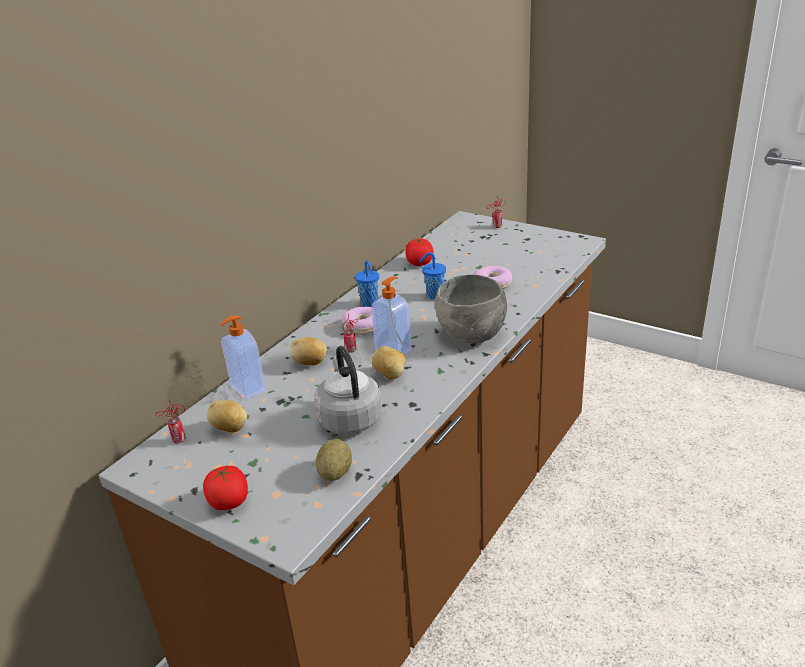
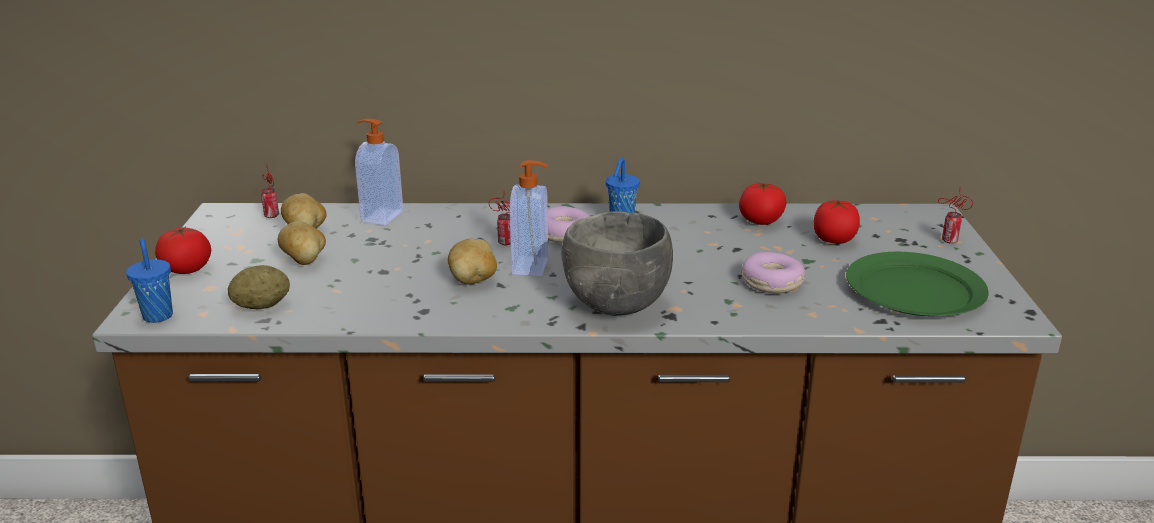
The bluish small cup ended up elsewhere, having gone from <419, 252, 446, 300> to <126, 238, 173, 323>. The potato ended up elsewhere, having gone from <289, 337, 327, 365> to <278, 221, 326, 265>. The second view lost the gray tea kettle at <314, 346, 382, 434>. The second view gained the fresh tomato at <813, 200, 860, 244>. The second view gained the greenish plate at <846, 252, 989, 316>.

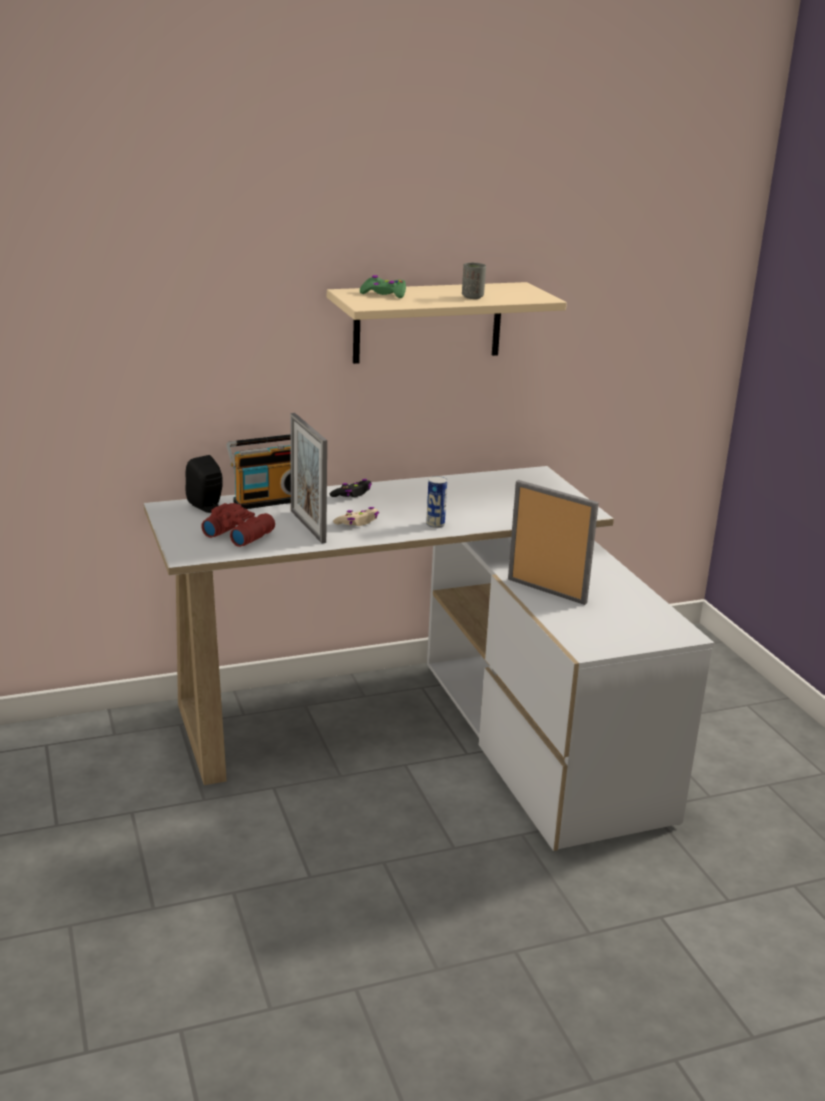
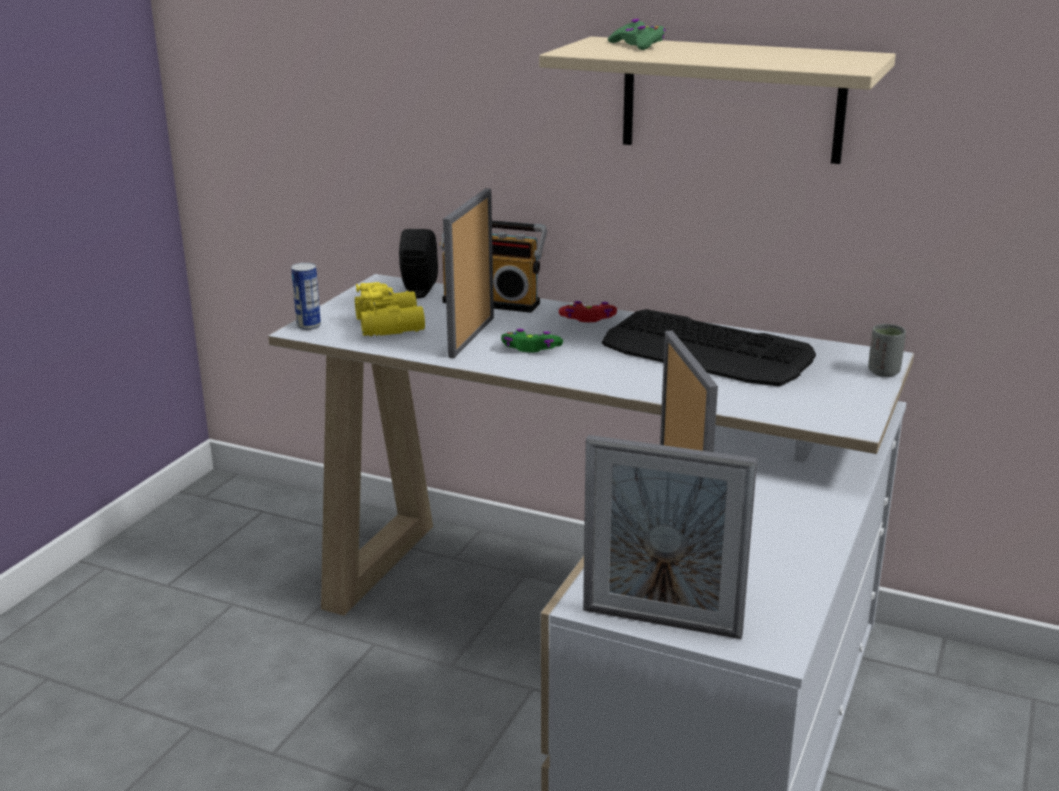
The gray small cup ended up elsewhere, having gone from <462, 263, 486, 299> to <868, 324, 906, 377>. The metal can ended up elsewhere, having gone from <426, 476, 447, 528> to <291, 263, 321, 330>. What was the blackish gamepad at <330, 479, 372, 497> turned into the reddish gamepad at <559, 301, 617, 322>. What was the reddish pair of binoculars at <201, 503, 275, 547> turned into the yellow pair of binoculars at <355, 282, 425, 336>. What was the beige-coloured gamepad at <333, 507, 379, 526> turned into the greenish gamepad at <501, 329, 563, 352>. The second view gained the PC keyboard at <602, 309, 816, 386>. The second view gained the picture frame at <583, 435, 757, 639>.

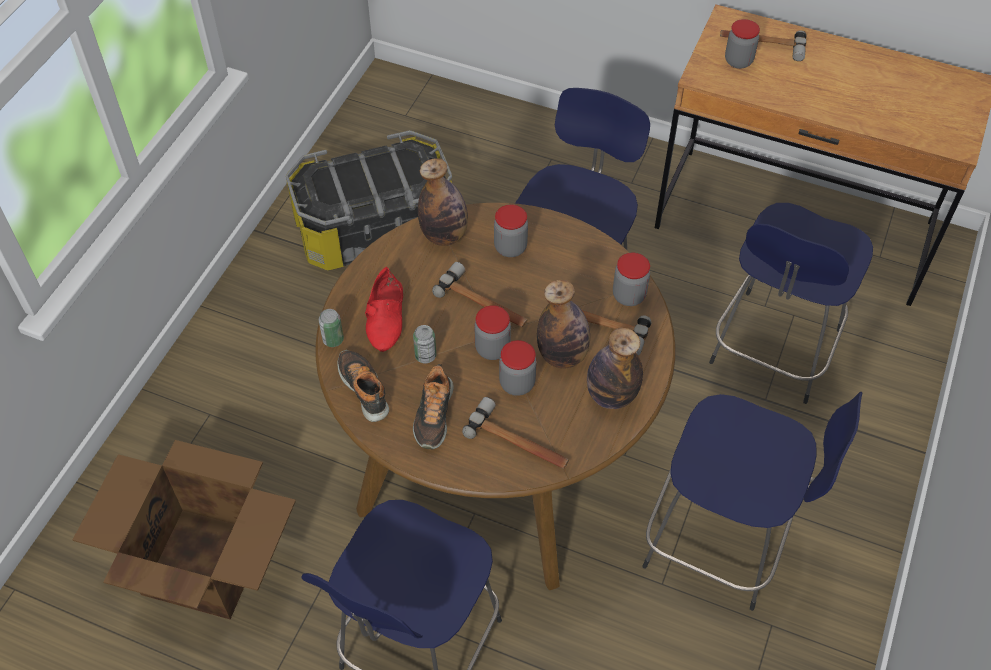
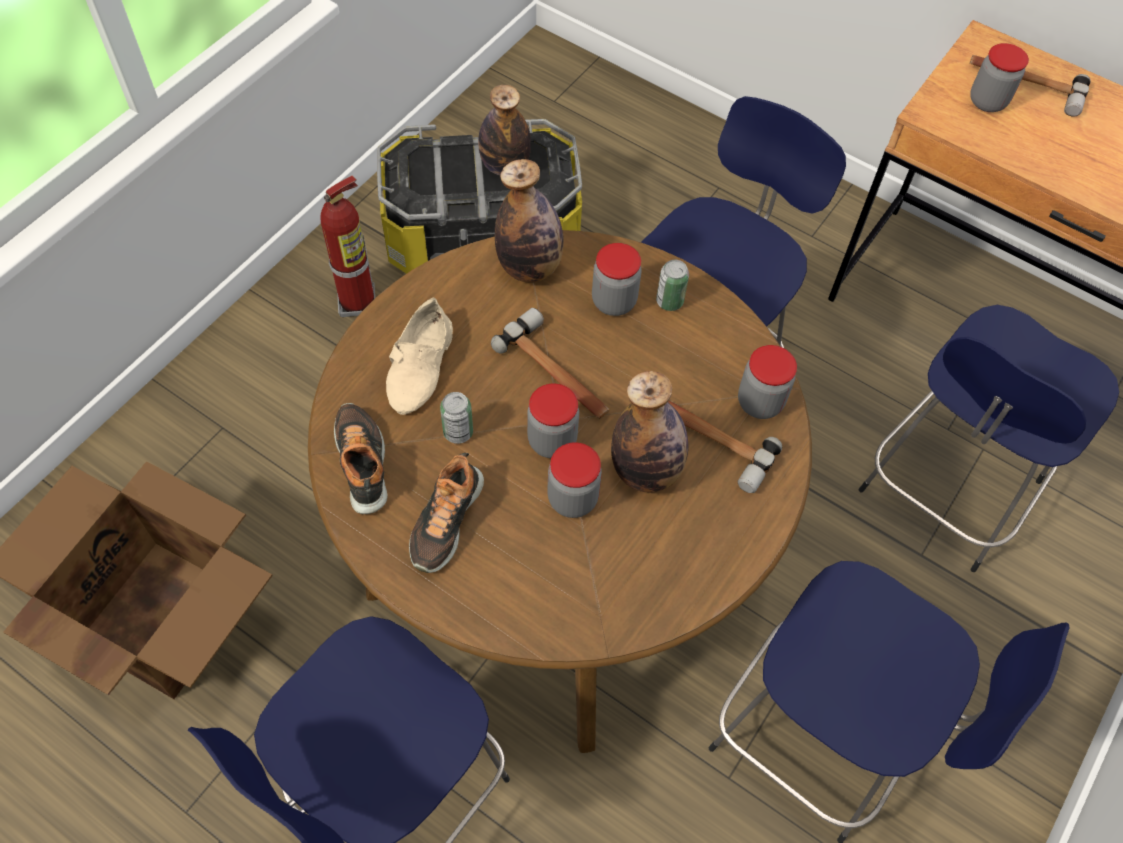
What was the reddish item of footwear at <365, 267, 403, 352> turned into the beige-coloured item of footwear at <386, 297, 453, 415>. The metal can ended up elsewhere, having gone from <319, 309, 344, 347> to <656, 260, 689, 311>. The bottle ended up elsewhere, having gone from <587, 328, 643, 409> to <478, 85, 531, 175>. The second view lost the hammer at <462, 397, 569, 469>. The second view gained the fire-fighting cylinder at <321, 176, 375, 317>.

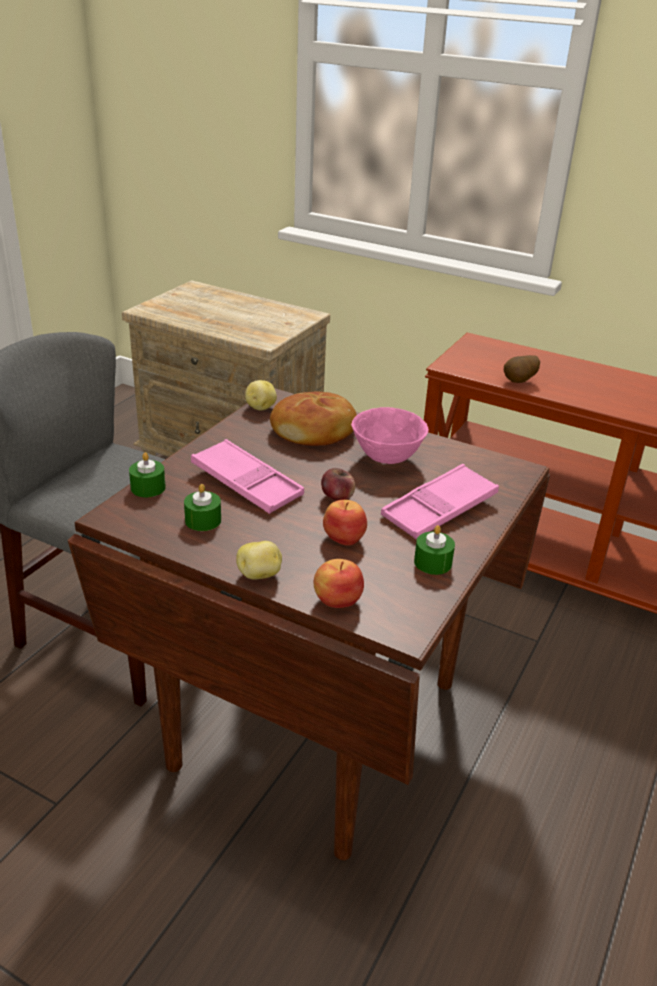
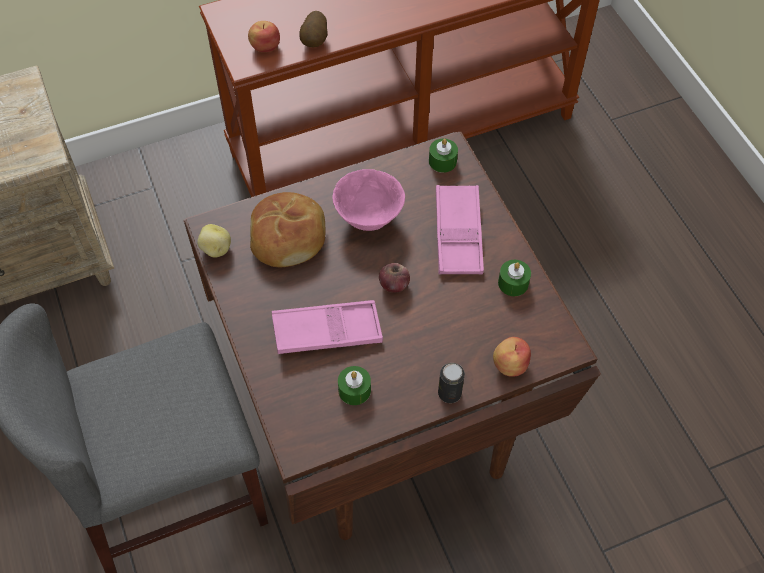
The greenish candle ended up elsewhere, having gone from <129, 452, 166, 497> to <429, 139, 458, 173>. The apple fruit ended up elsewhere, having gone from <323, 500, 367, 546> to <248, 21, 280, 52>. Where the potato stood at <236, 541, 282, 580>, the metal can came to stand at <438, 363, 465, 403>.

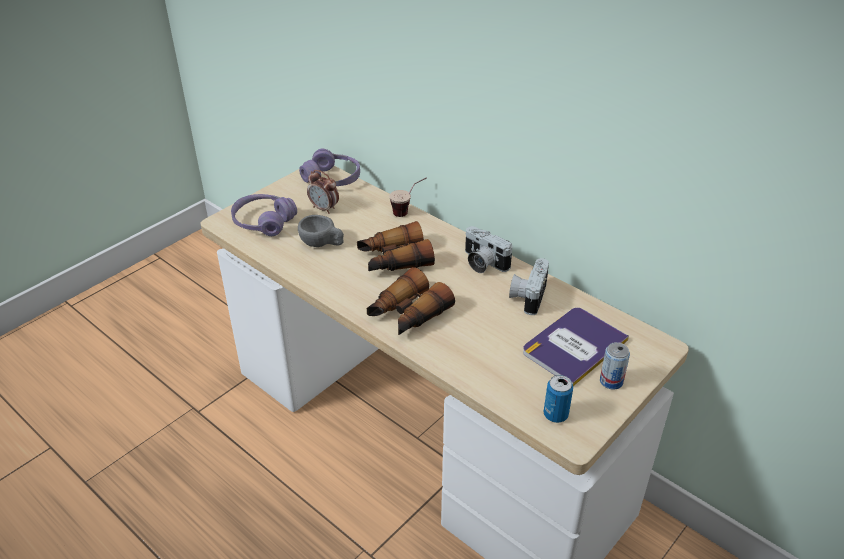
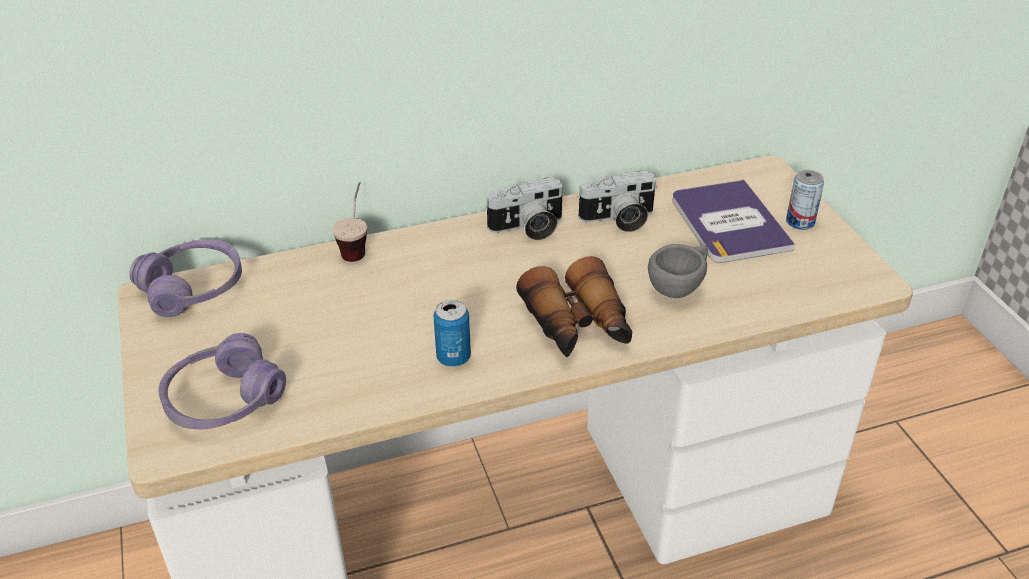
The second view lost the alarm clock at <307, 170, 339, 214>. The gray small cup ended up elsewhere, having gone from <298, 215, 344, 247> to <648, 244, 708, 298>. The second view lost the pair of binoculars at <357, 221, 435, 271>. The photo camera at <509, 258, 549, 315> ended up facing another way, 60 degrees counterclockwise from before. The metal can ended up elsewhere, having gone from <543, 375, 573, 423> to <433, 300, 471, 367>.

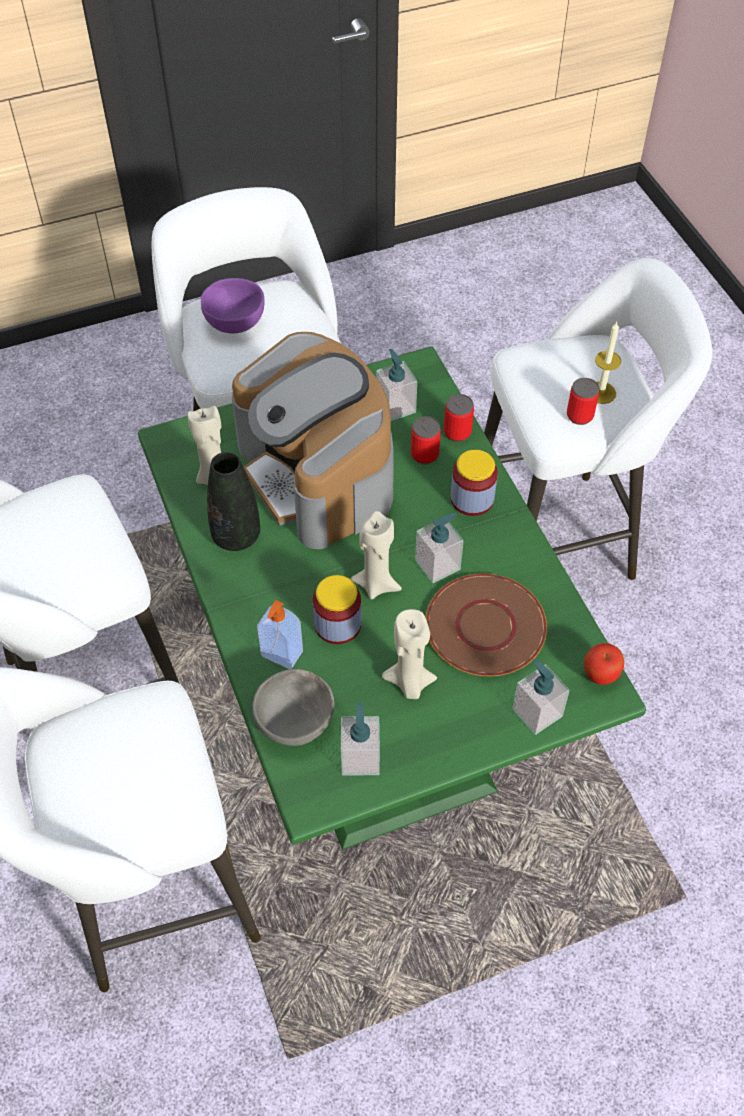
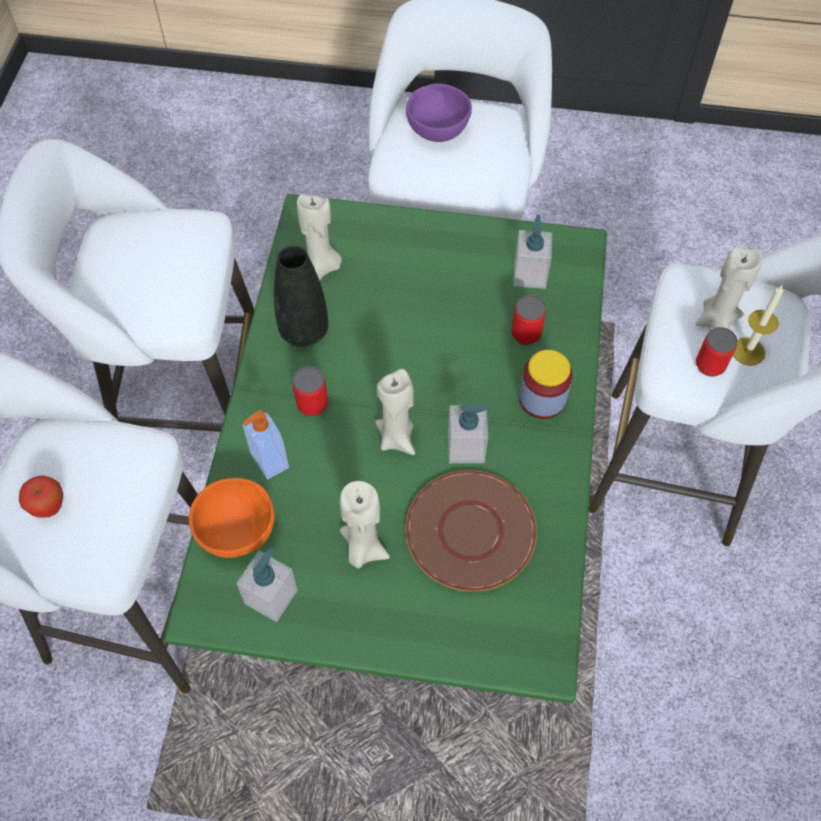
The second view lost the coffee brewer at <232, 332, 393, 549>. The metal can ended up elsewhere, having gone from <444, 394, 474, 442> to <293, 366, 328, 416>. The second view lost the jar at <313, 575, 361, 644>. The apple fruit ended up elsewhere, having gone from <584, 643, 624, 685> to <19, 475, 63, 518>. The second view lost the soap bottle at <512, 658, 570, 735>. What was the gray serving bowl at <252, 669, 334, 746> turned into the orangey serving bowl at <189, 478, 275, 558>. The second view gained the beige-coloured candle at <696, 246, 763, 329>.

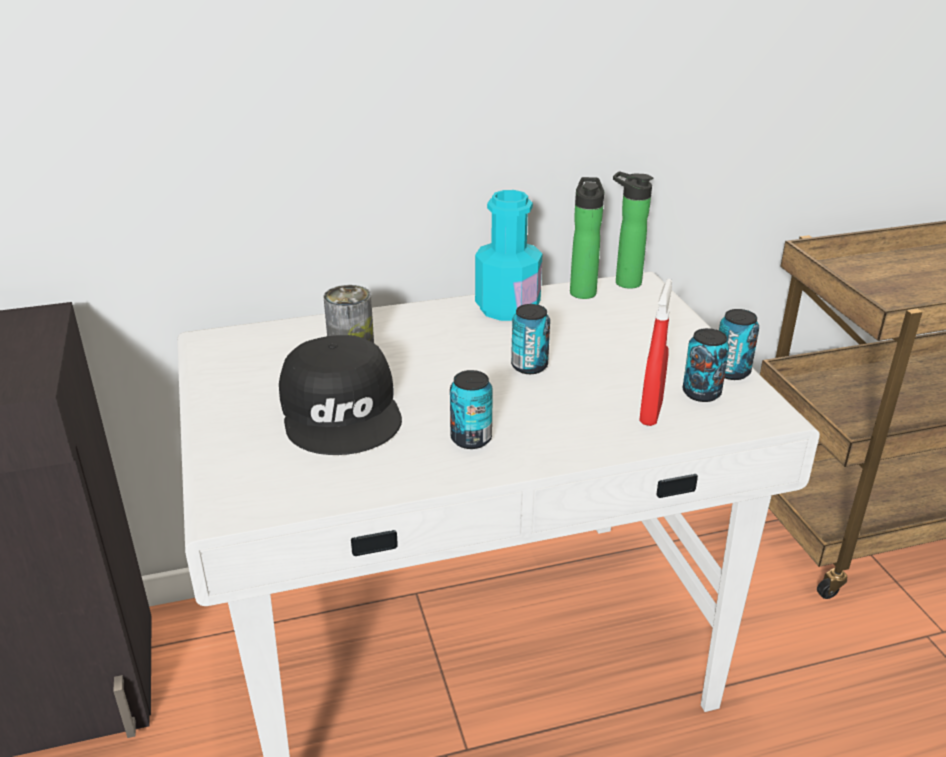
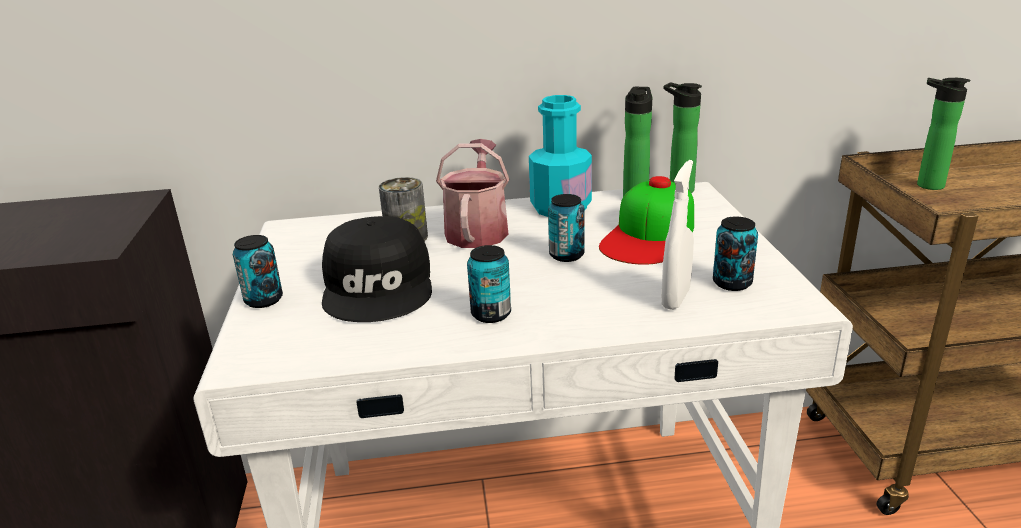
What was the reddish sprayer at <639, 279, 672, 426> turned into the white sprayer at <661, 160, 694, 310>. The metal can ended up elsewhere, having gone from <719, 309, 759, 380> to <233, 235, 283, 308>. The second view gained the bottle at <917, 78, 970, 190>. The second view gained the watering can at <436, 139, 509, 248>. The second view gained the baseball cap at <599, 176, 694, 265>.

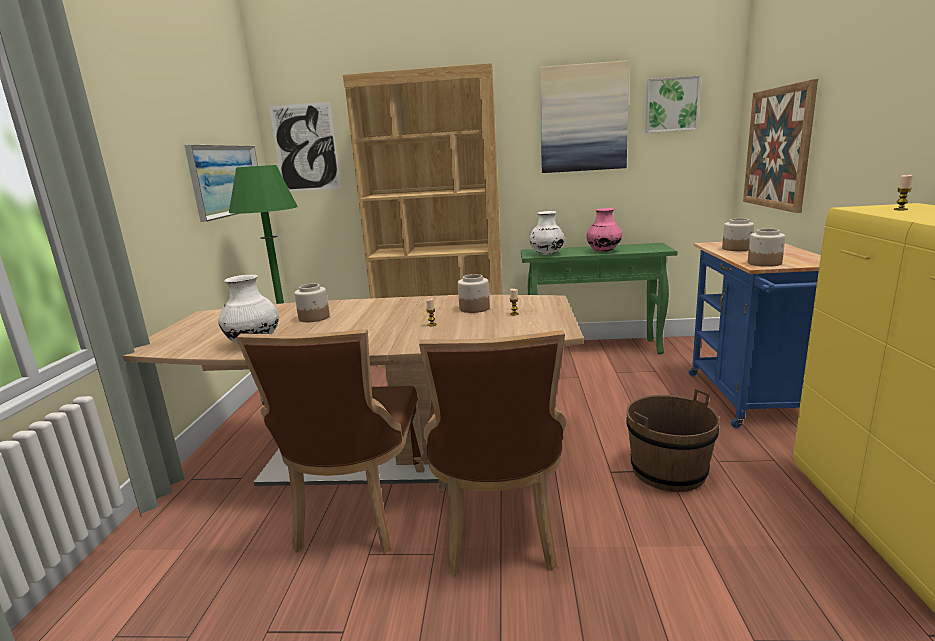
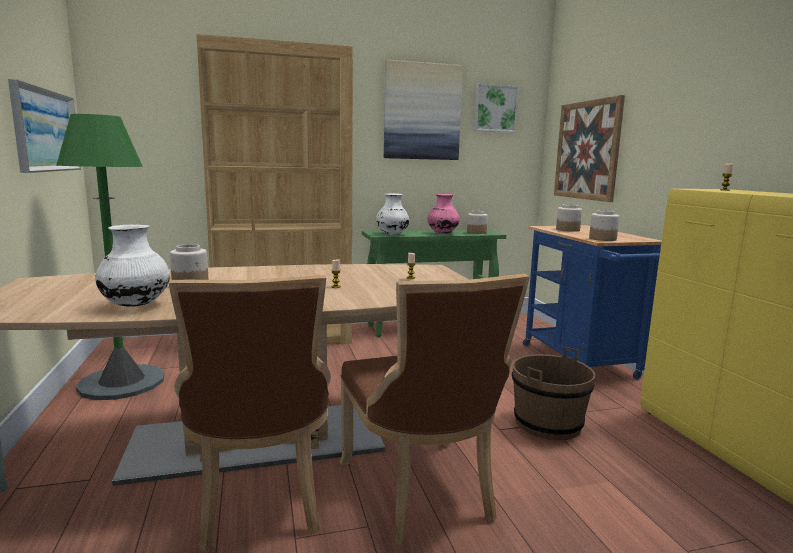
The second view lost the wall picture at <269, 102, 341, 191>. The jar ended up elsewhere, having gone from <458, 274, 490, 313> to <467, 211, 488, 234>.

